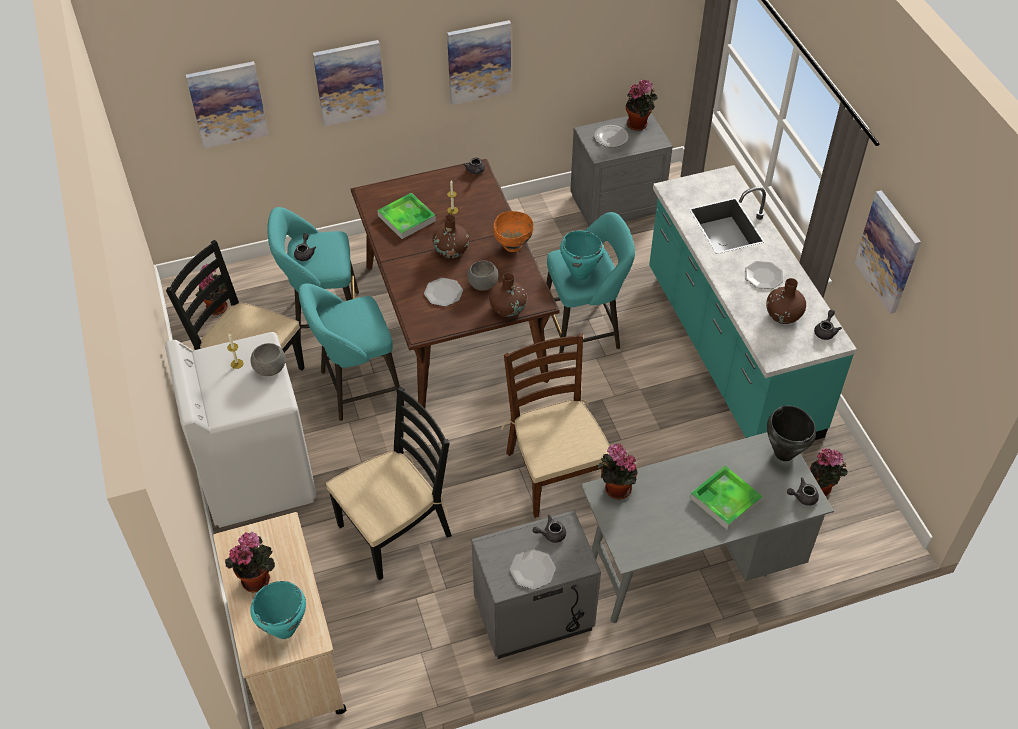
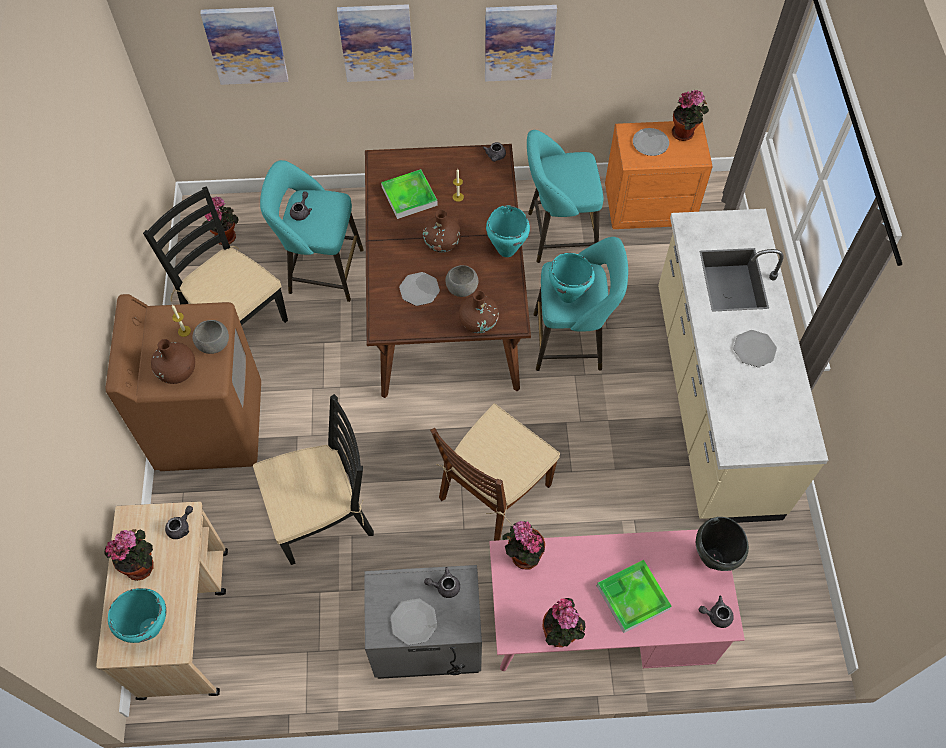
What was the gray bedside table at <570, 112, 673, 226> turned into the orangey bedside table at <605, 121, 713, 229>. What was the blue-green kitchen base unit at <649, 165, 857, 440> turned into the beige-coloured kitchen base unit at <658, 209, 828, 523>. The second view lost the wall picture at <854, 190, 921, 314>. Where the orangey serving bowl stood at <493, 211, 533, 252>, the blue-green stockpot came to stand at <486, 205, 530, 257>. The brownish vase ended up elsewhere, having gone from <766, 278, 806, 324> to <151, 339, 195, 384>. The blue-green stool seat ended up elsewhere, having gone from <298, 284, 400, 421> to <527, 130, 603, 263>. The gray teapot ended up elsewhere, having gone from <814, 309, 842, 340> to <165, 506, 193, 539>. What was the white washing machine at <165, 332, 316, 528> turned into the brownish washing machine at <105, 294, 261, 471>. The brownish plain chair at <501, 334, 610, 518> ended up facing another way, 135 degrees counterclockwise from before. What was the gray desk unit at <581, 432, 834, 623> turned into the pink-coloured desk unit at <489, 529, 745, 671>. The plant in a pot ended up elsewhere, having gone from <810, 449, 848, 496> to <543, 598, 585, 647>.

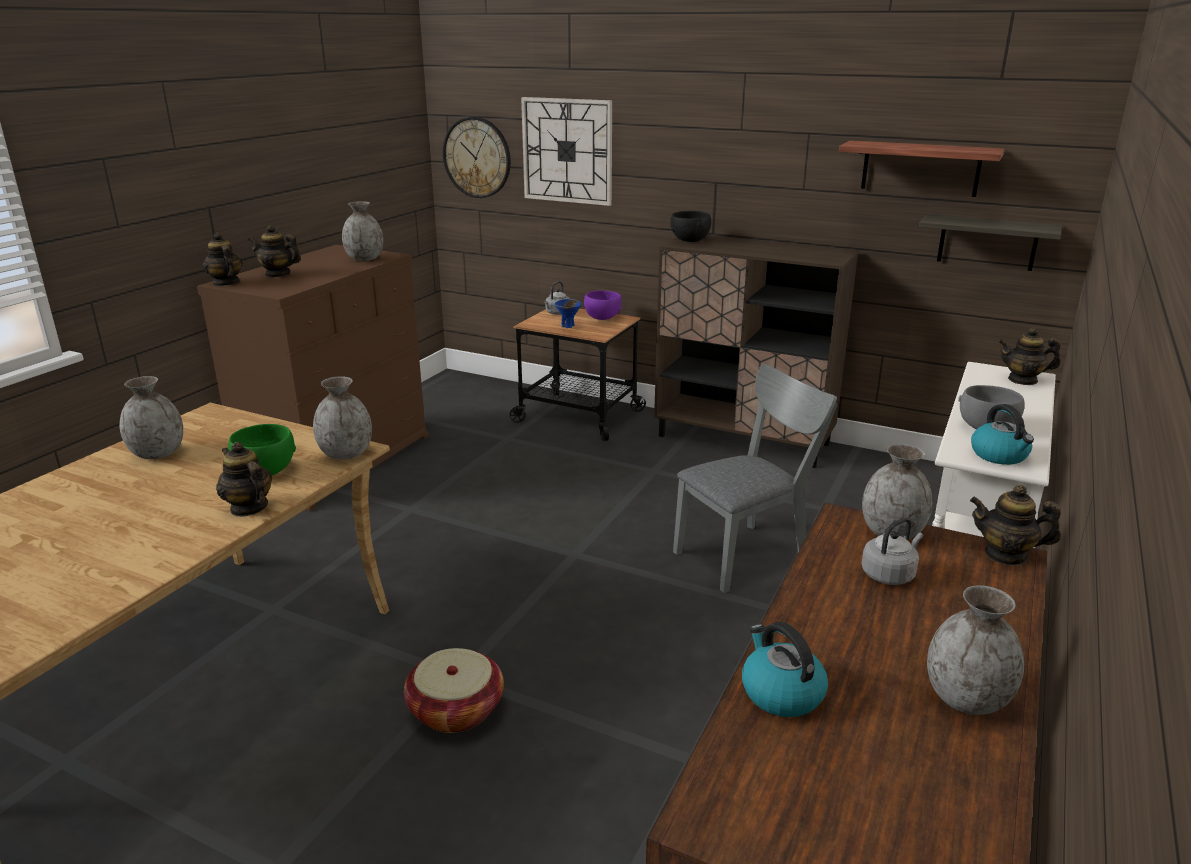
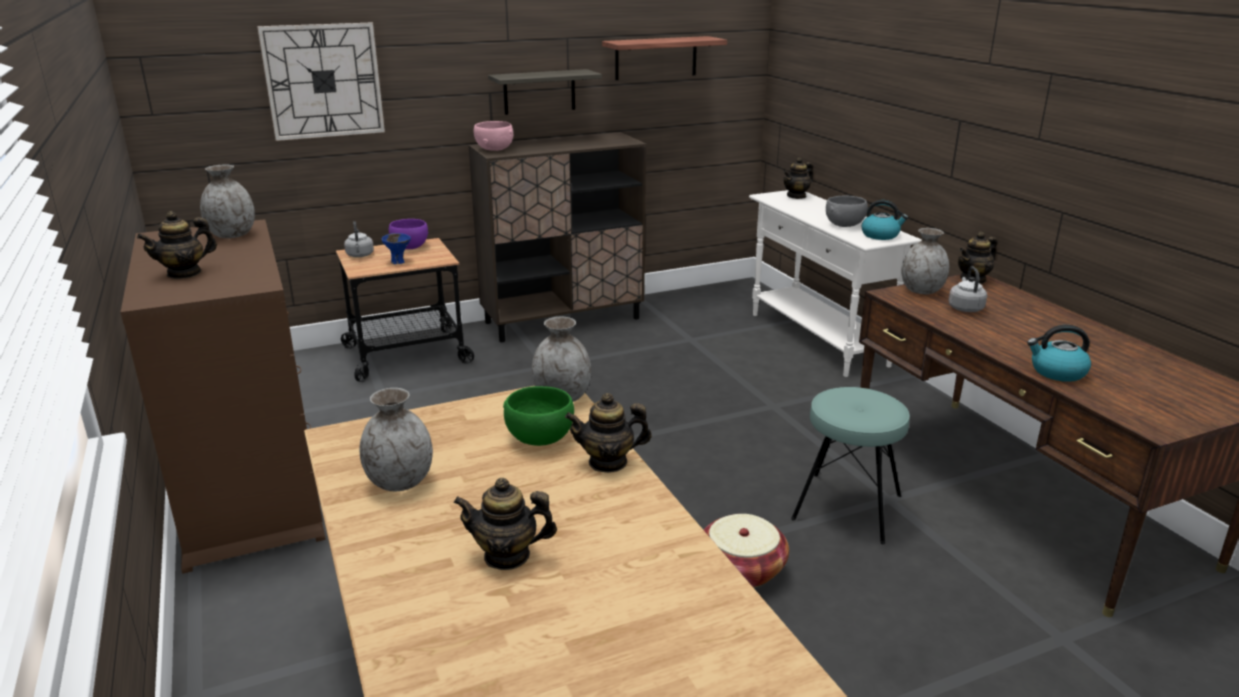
The second view lost the wall clock at <443, 117, 511, 198>. What was the blackish serving bowl at <671, 211, 711, 242> turned into the pink-coloured serving bowl at <473, 121, 513, 151>. The wall shelf ended up elsewhere, having gone from <919, 214, 1062, 271> to <488, 69, 602, 115>. The teapot ended up elsewhere, having gone from <203, 232, 242, 286> to <453, 478, 557, 570>. The second view lost the gray plain chair at <673, 364, 838, 593>. The second view lost the gray vase at <927, 585, 1024, 715>. The second view gained the blue-green stool seat at <791, 387, 910, 544>.

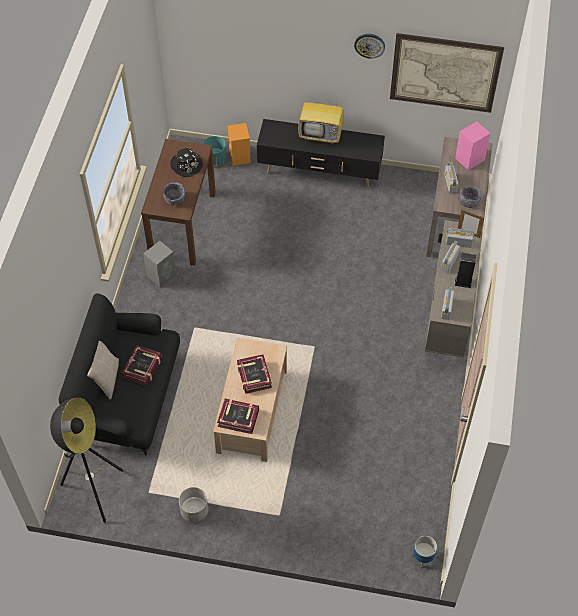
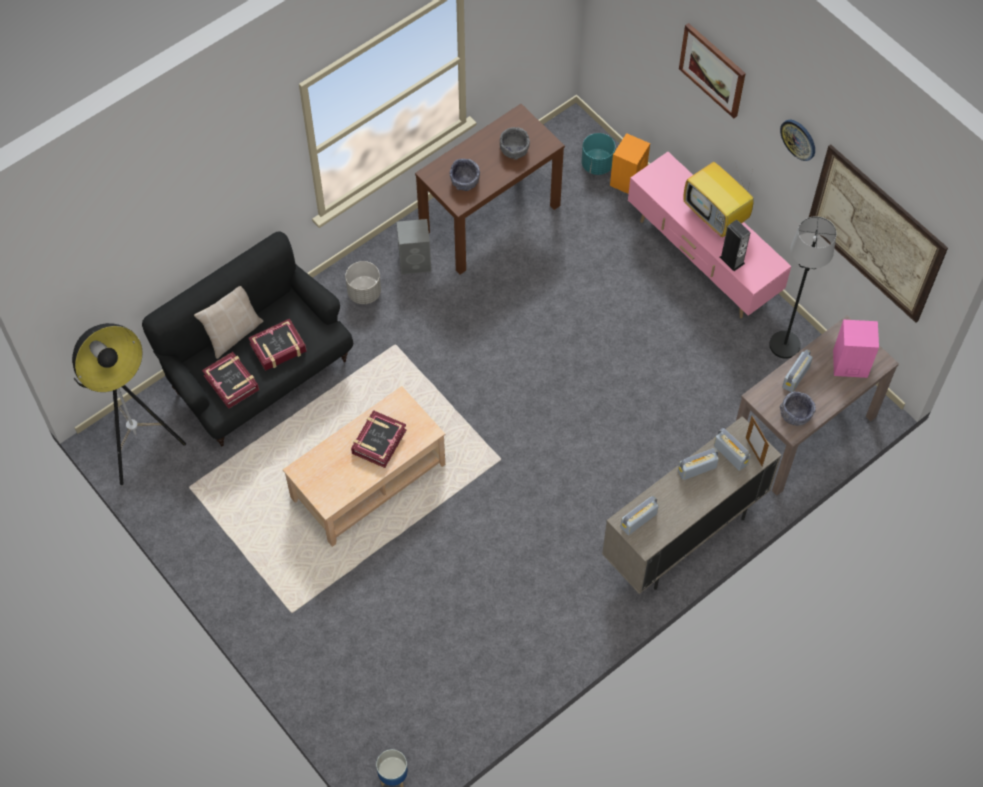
What was the blackish tv stand at <257, 119, 385, 188> turned into the pink-coloured tv stand at <628, 152, 791, 318>. Where the blackish clothing hat stood at <170, 148, 203, 177>, the gray serving bowl came to stand at <500, 127, 530, 160>. The loudspeaker ended up elsewhere, having gone from <454, 253, 477, 288> to <720, 220, 750, 271>. The volume ended up elsewhere, having gone from <217, 399, 259, 434> to <202, 352, 259, 409>. The gray planter ended up elsewhere, having gone from <179, 487, 208, 522> to <345, 261, 381, 304>. The second view gained the wall picture at <679, 23, 746, 118>. The second view gained the blackish floor lamp at <769, 216, 837, 359>.

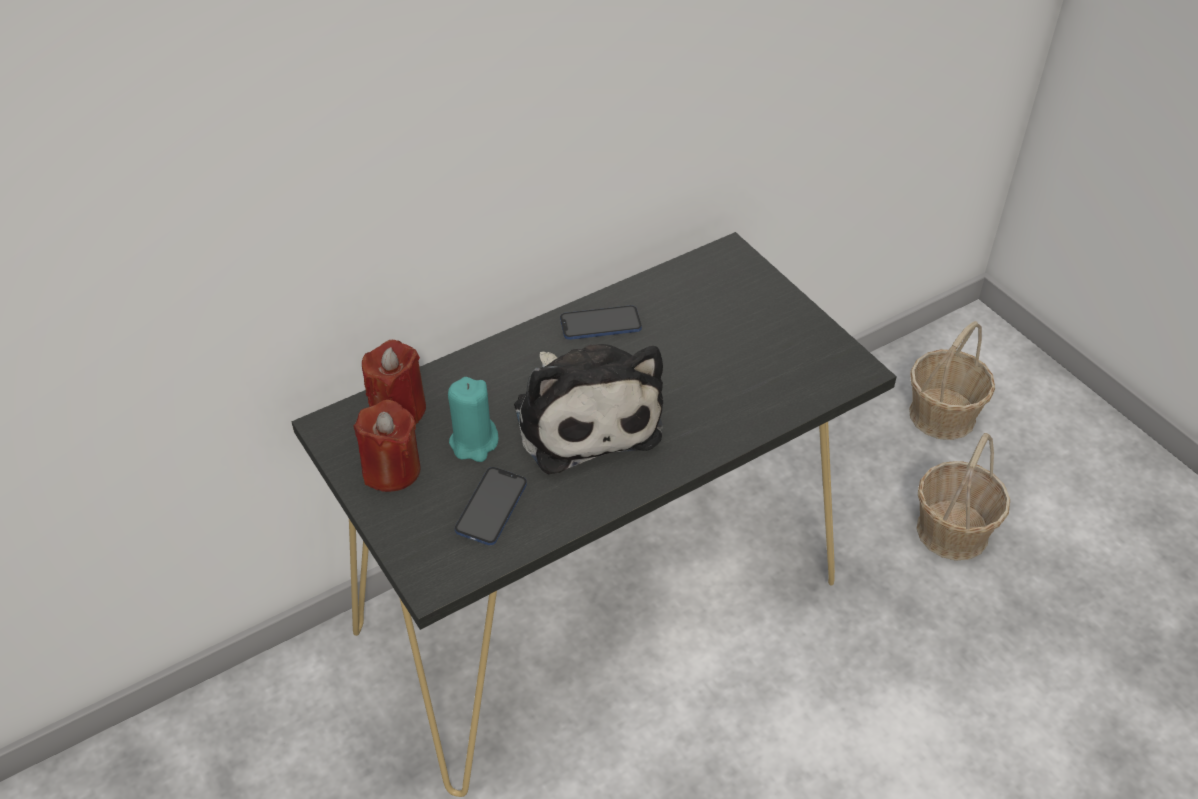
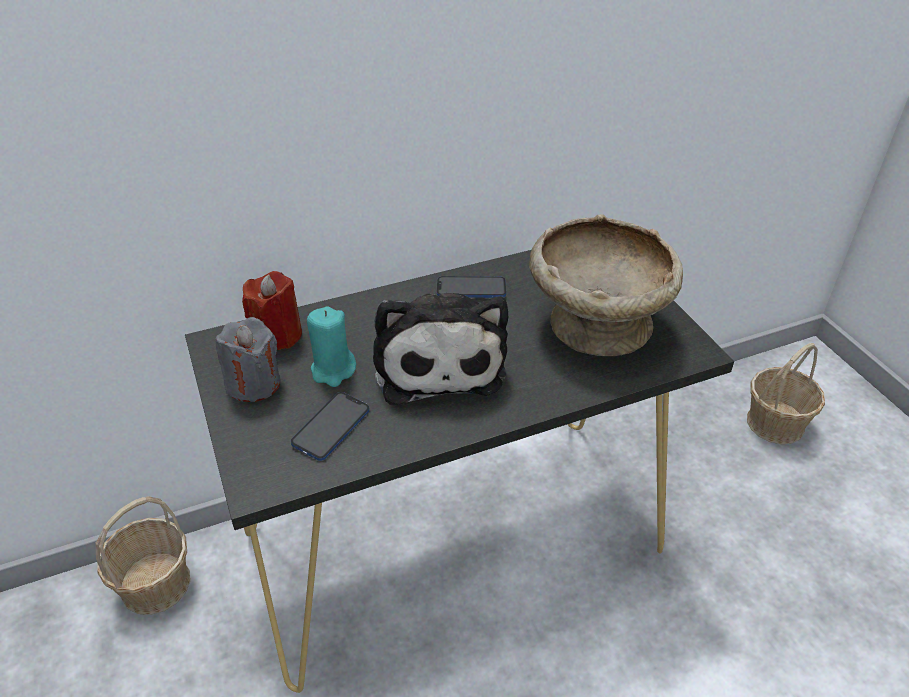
What was the reddish candle at <354, 400, 421, 492> turned into the gray candle at <216, 317, 280, 402>. The storage basket ended up elsewhere, having gone from <916, 433, 1010, 561> to <96, 496, 190, 615>. The second view gained the beige-coloured serving bowl at <529, 215, 683, 356>.

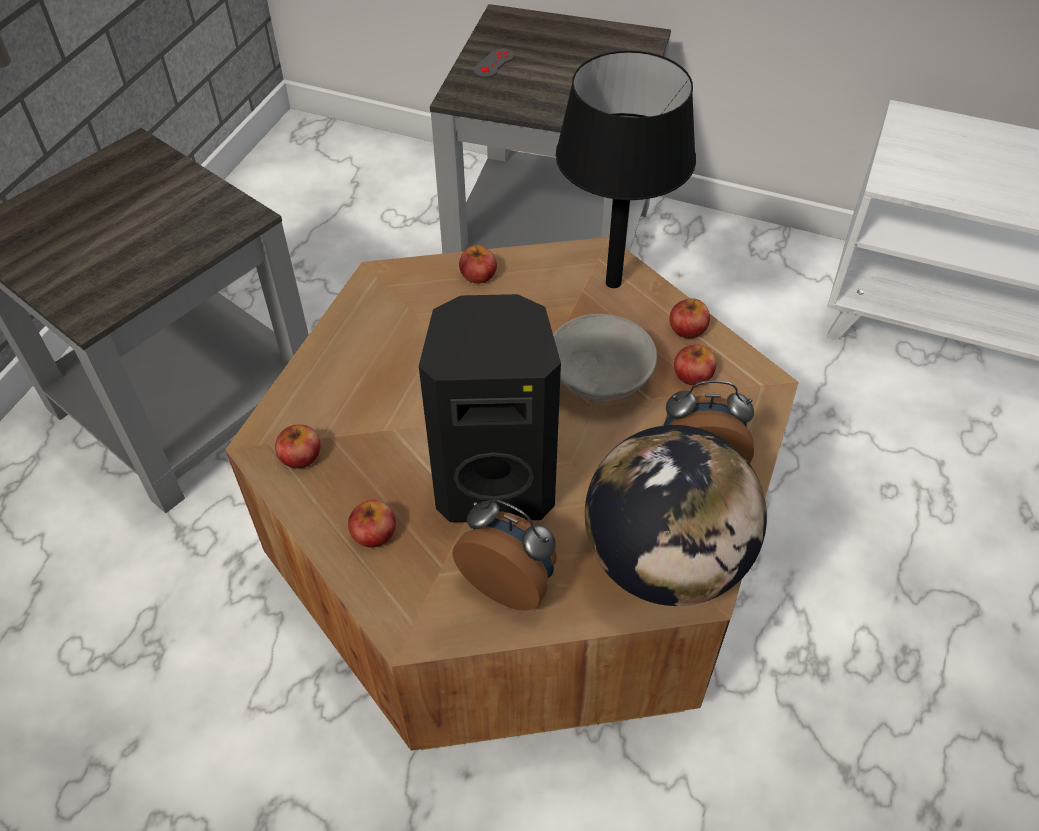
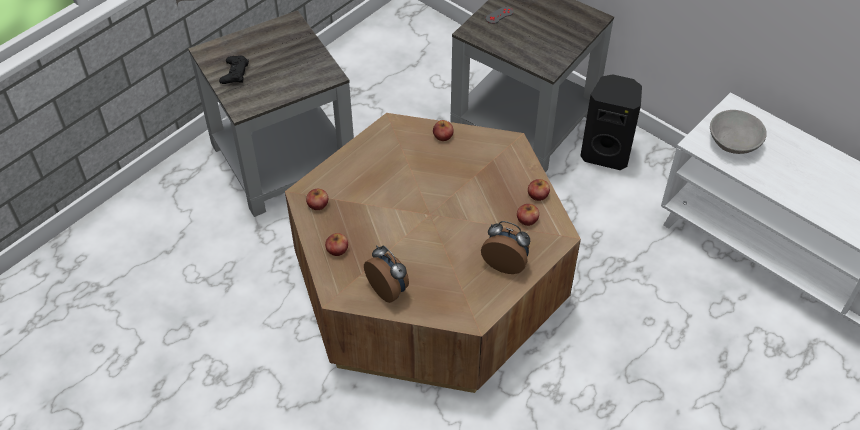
The second view lost the blackish lamp for a table at <555, 50, 696, 288>. The blackish loudspeaker ended up elsewhere, having gone from <419, 294, 561, 522> to <580, 74, 642, 170>. The gray serving bowl ended up elsewhere, having gone from <553, 314, 657, 401> to <710, 110, 767, 154>. The second view lost the world globe at <585, 425, 767, 606>. The second view gained the blackish gamepad at <219, 55, 249, 84>.

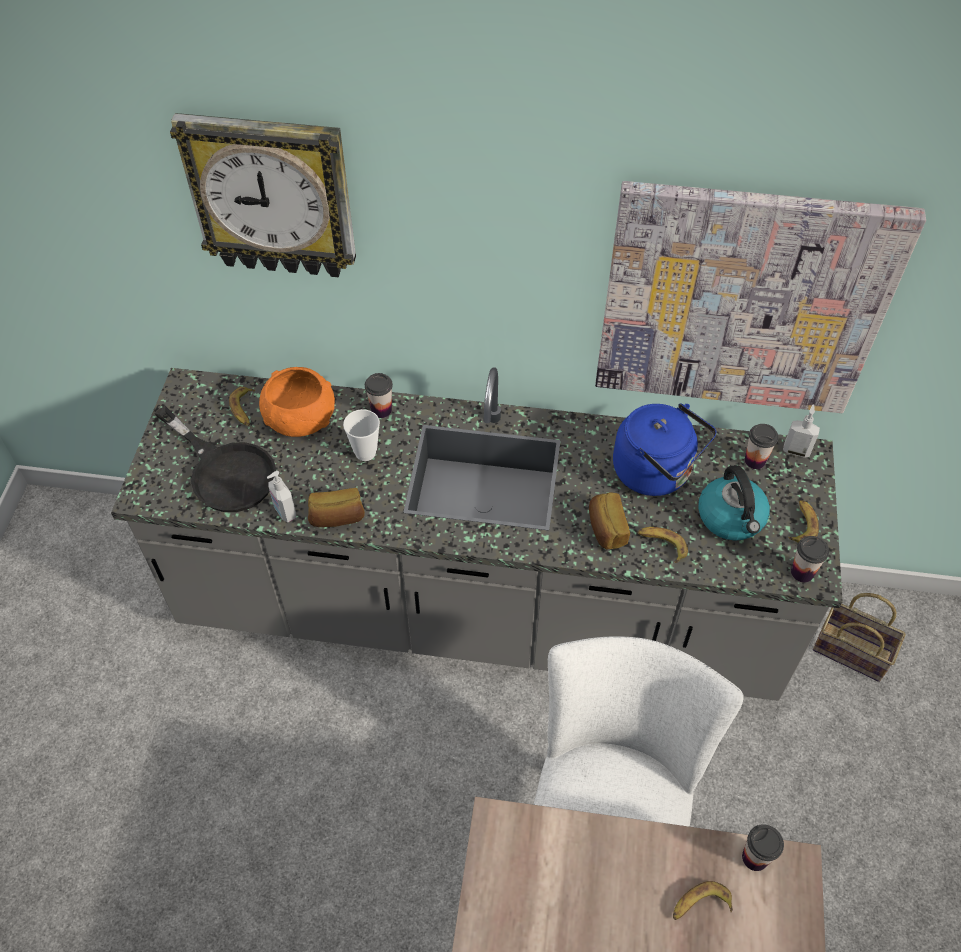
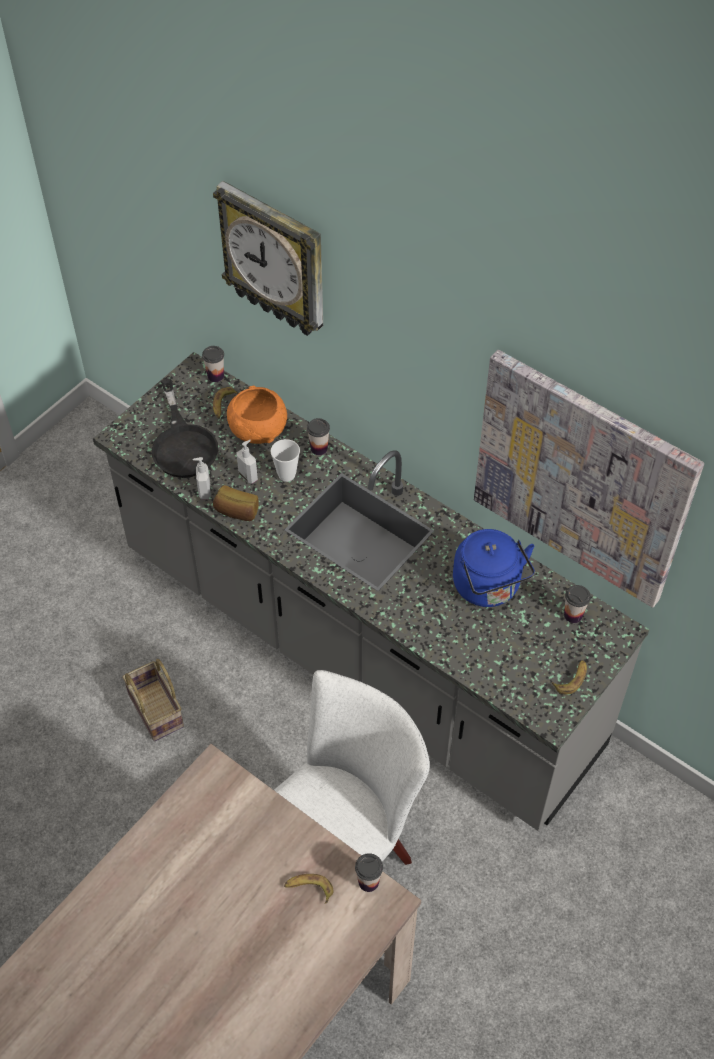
The soap bottle ended up elsewhere, having gone from <783, 404, 820, 458> to <236, 440, 258, 484>. The second view lost the tea kettle at <698, 465, 770, 541>. The second view lost the bakery bread at <589, 492, 630, 549>. The second view lost the banana fruit at <638, 527, 688, 563>. The small cup ended up elsewhere, having gone from <791, 536, 829, 582> to <202, 346, 224, 382>. The storage basket ended up elsewhere, having gone from <813, 593, 906, 682> to <122, 659, 184, 741>.

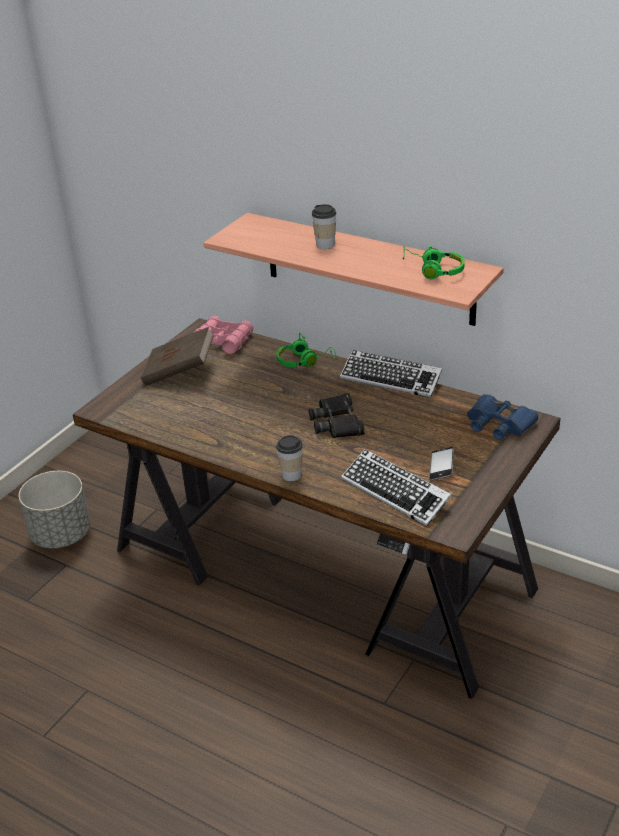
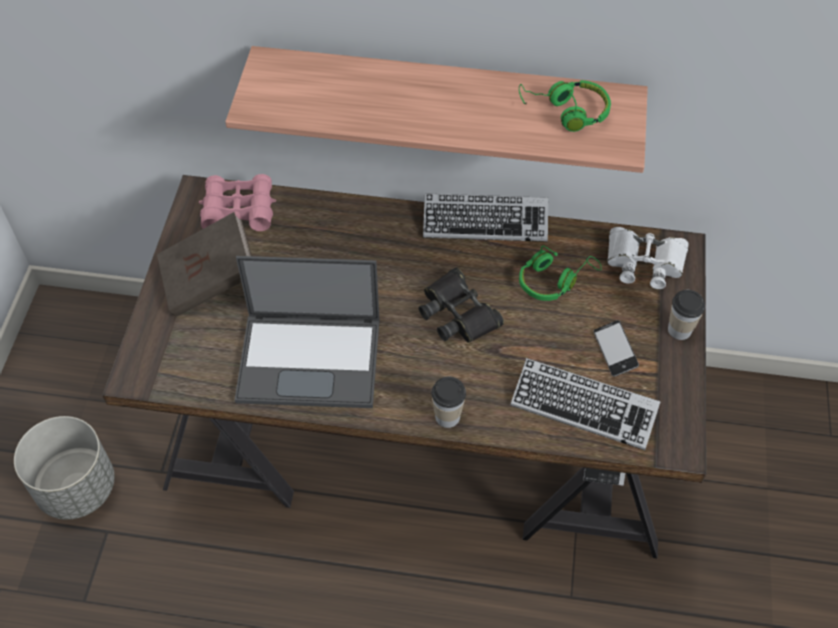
The small cup ended up elsewhere, having gone from <312, 204, 337, 249> to <668, 290, 705, 340>. The greenish headset ended up elsewhere, having gone from <276, 333, 336, 367> to <519, 246, 602, 301>. What was the bluish pair of binoculars at <467, 394, 538, 440> turned into the white pair of binoculars at <607, 227, 689, 289>. The second view gained the portable computer at <235, 256, 379, 408>.

